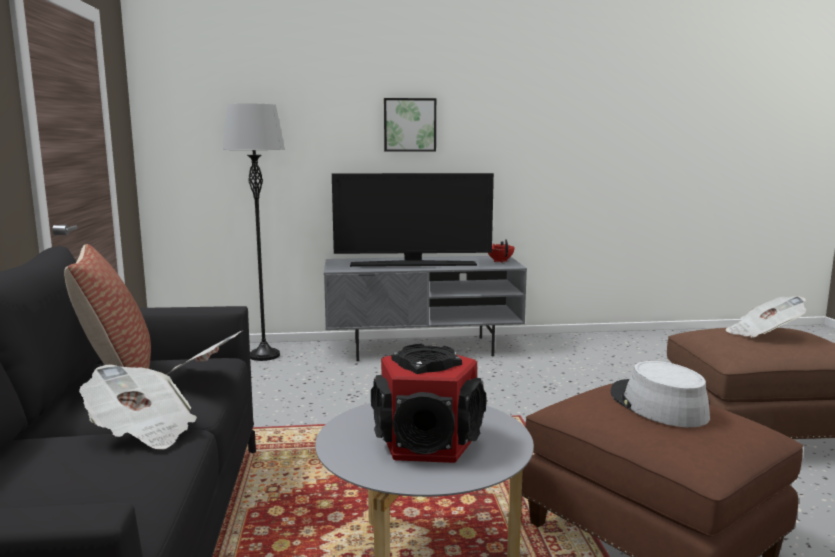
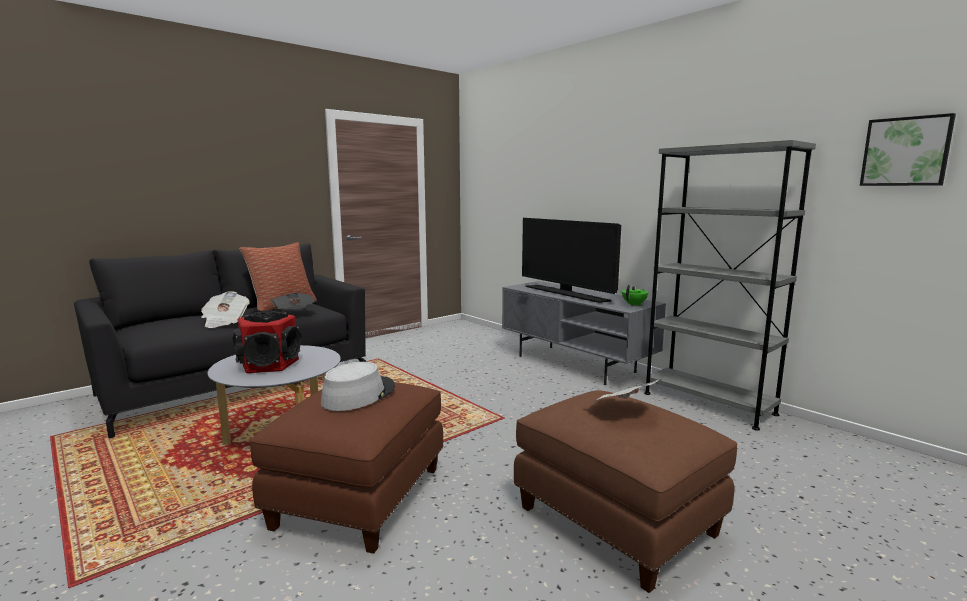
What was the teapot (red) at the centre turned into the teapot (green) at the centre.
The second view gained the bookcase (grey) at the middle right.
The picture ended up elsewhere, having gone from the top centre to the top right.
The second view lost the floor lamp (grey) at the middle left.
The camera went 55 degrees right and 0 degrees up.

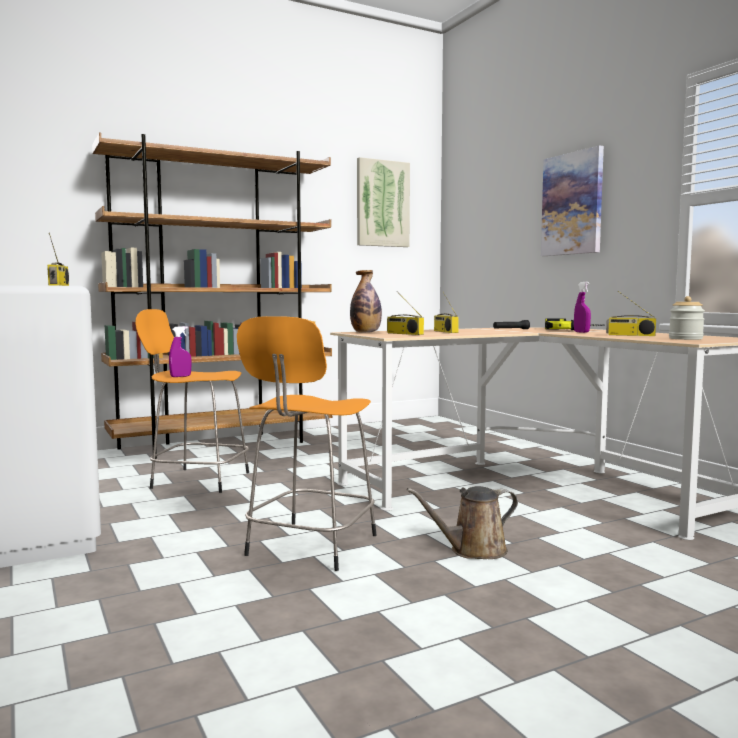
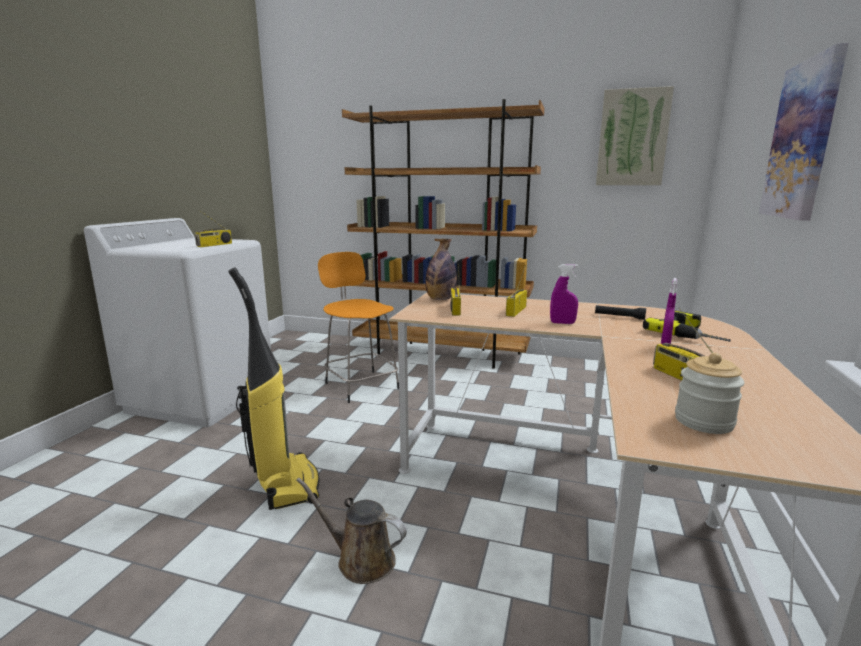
Where the stool (orange) (no. 2 from left) stood at the centre, the vacuum cleaner came to stand at the middle left.
The spray bottle (purple) (no. 1 from left) ended up elsewhere, having gone from the middle left to the centre.
The camera went 45 degrees right and 10 degrees up.

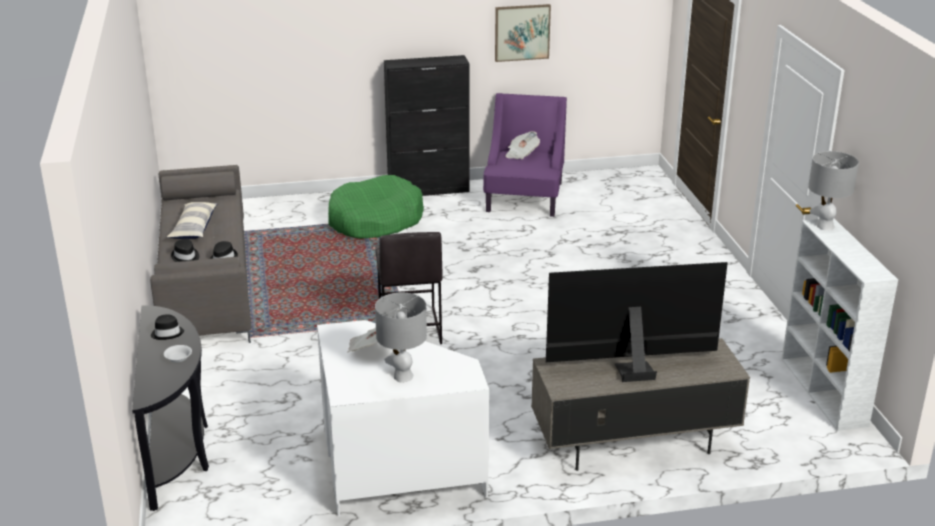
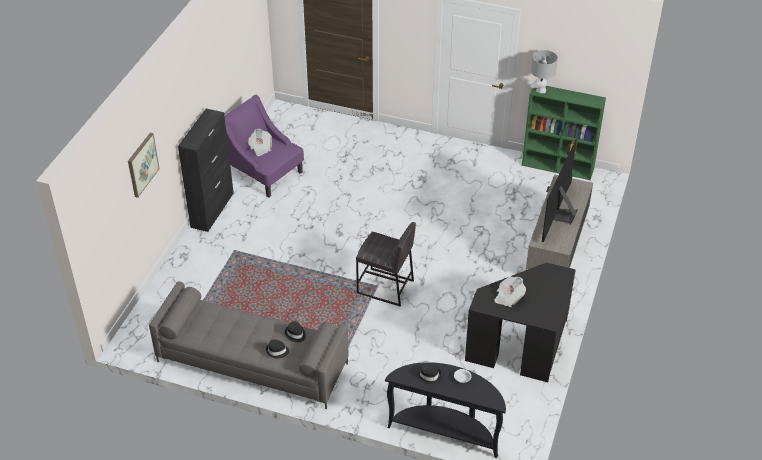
The picture ended up elsewhere, having gone from the top centre to the middle left.
What was the desk (white) at the bottom centre turned into the desk (black) at the bottom right.
What was the bookcase (white) at the middle right turned into the bookcase (green) at the top right.
The second view lost the pillow at the middle left.
The second view lost the dog bed (green) at the centre.
The second view lost the table lamp (grey) (no. 1 from left) at the centre.
The camera went 60 degrees left and 15 degrees up.

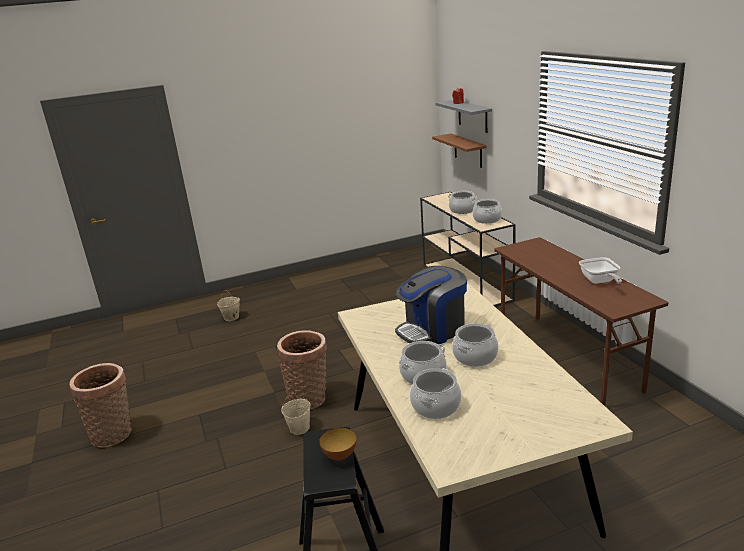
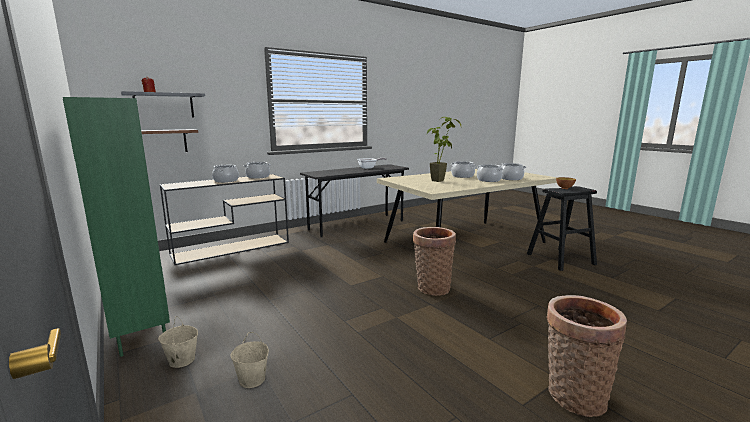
The second view gained the bookcase (green) at the middle left.
The bucket (beige) (no. 2 from left in the first image) ended up elsewhere, having gone from the bottom centre to the bottom left.
What was the desk (brown) at the middle right turned into the desk (grey) at the centre.
Where the coffee machine stood at the centre, the potted plant came to stand at the centre.
The camera went 105 degrees left and 10 degrees down.

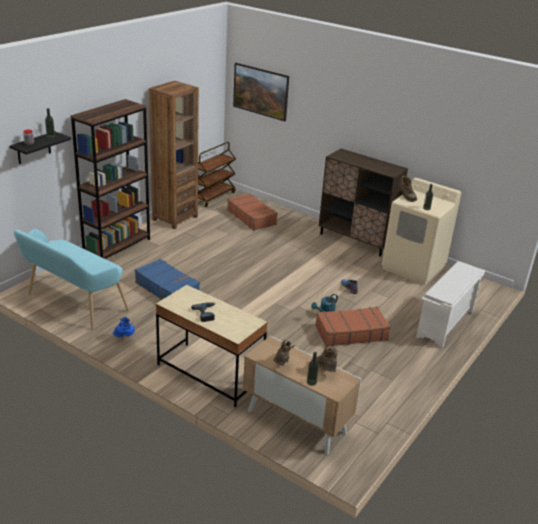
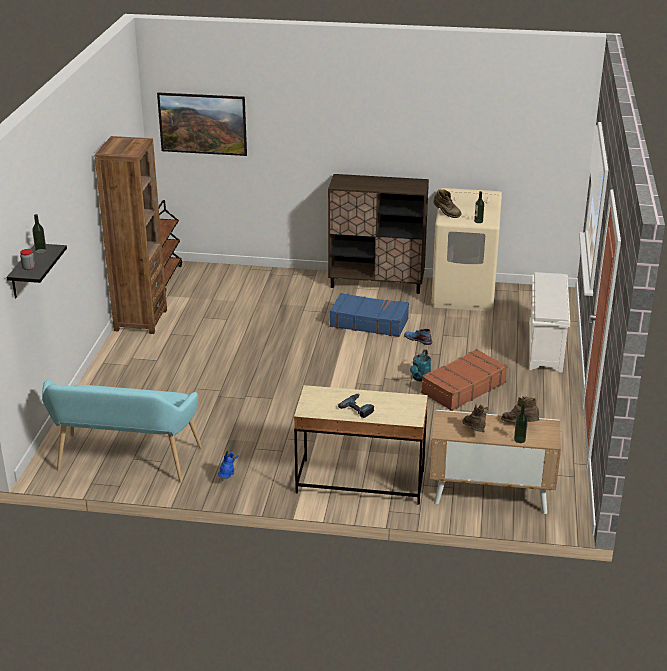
The suitcase (blue) ended up elsewhere, having gone from the middle left to the centre.
The second view lost the bookcase (brown) (no. 1 from left) at the middle left.
The second view lost the suitcase (brown) (no. 1 from left) at the centre.
The camera went 25 degrees left and 0 degrees up.

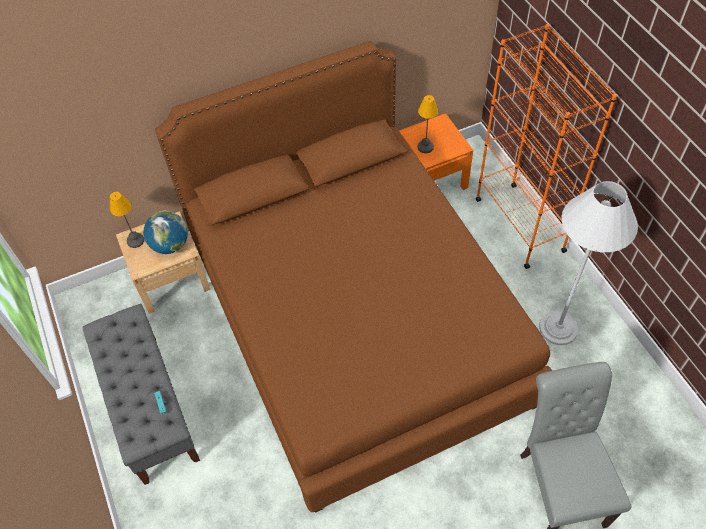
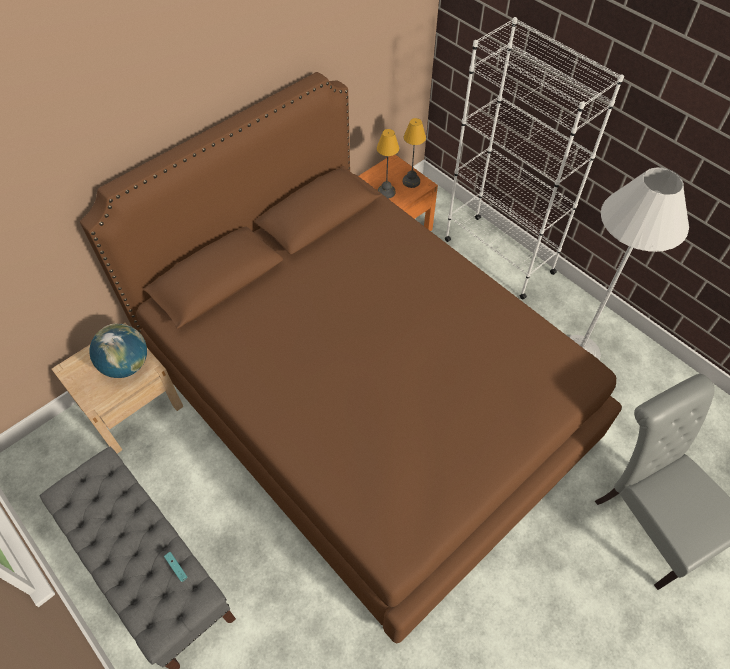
The table lamp (no. 1 from left in the first image) ended up elsewhere, having gone from the middle left to the top centre.
What was the bookcase (orange) at the top right turned into the bookcase (white) at the top right.
The camera went 20 degrees left and 0 degrees up.

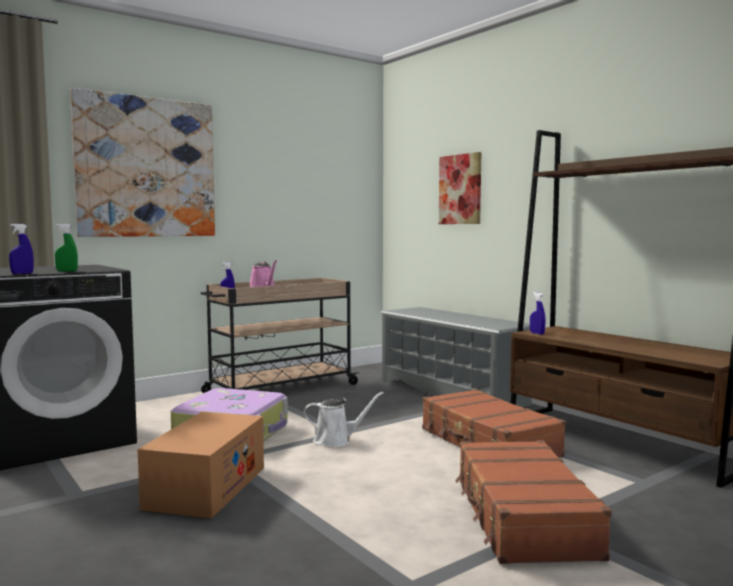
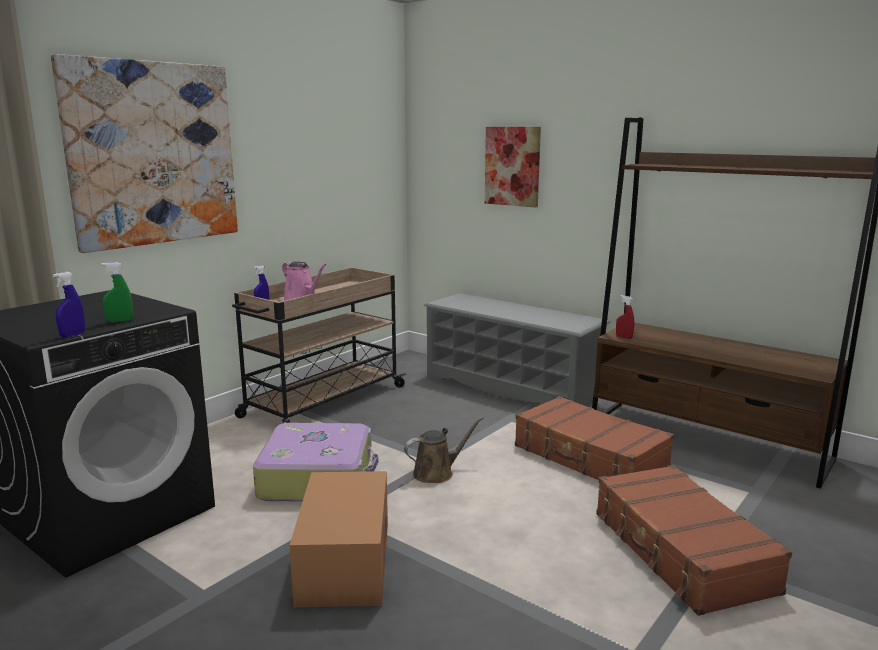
What was the watering can (white) at the bottom centre turned into the watering can (brown) at the bottom centre.
What was the spray bottle (blue) (no. 3 from left) at the middle right turned into the spray bottle (red) at the middle right.
The camera went 15 degrees left and 10 degrees up.

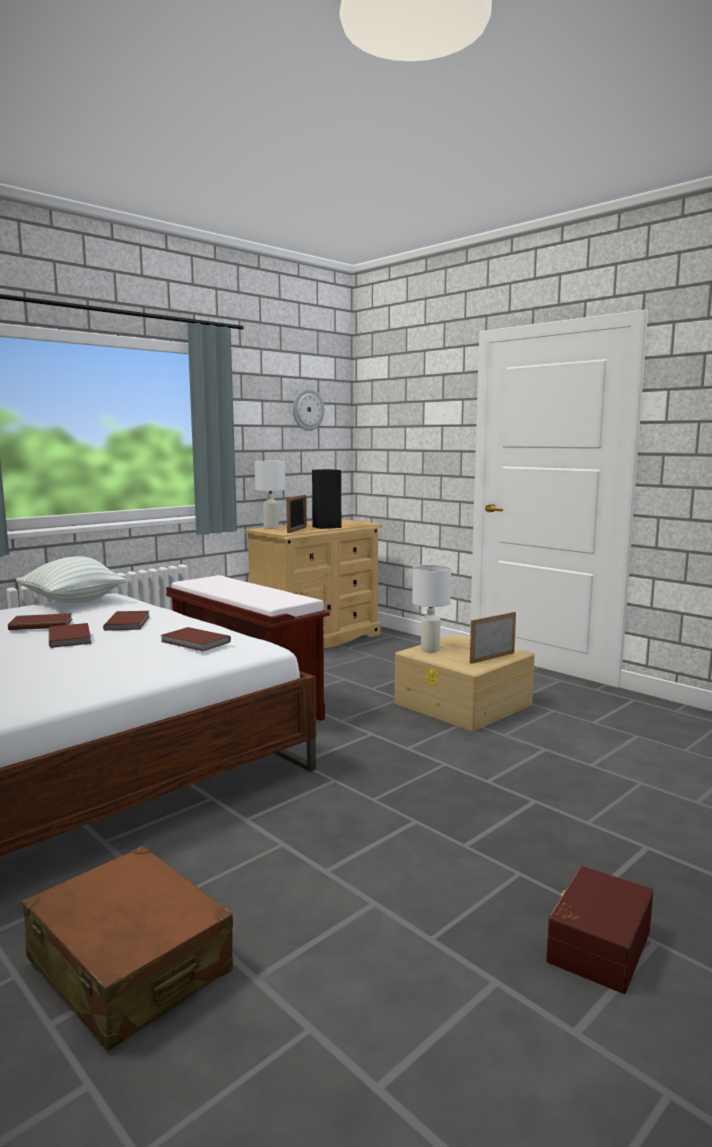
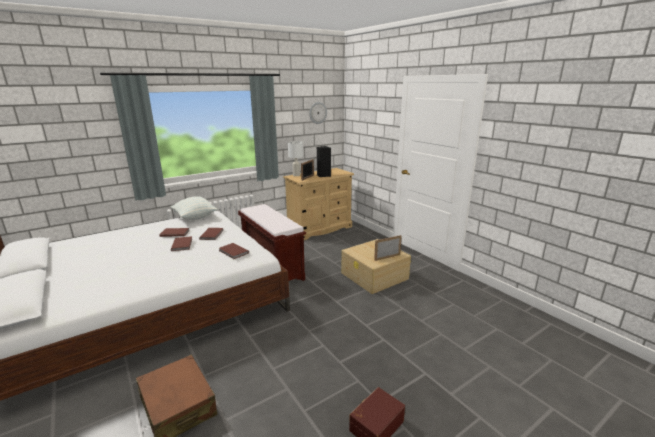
The second view lost the table lamp (white) (no. 2 from left) at the centre.
The camera went 10 degrees right and 10 degrees up.

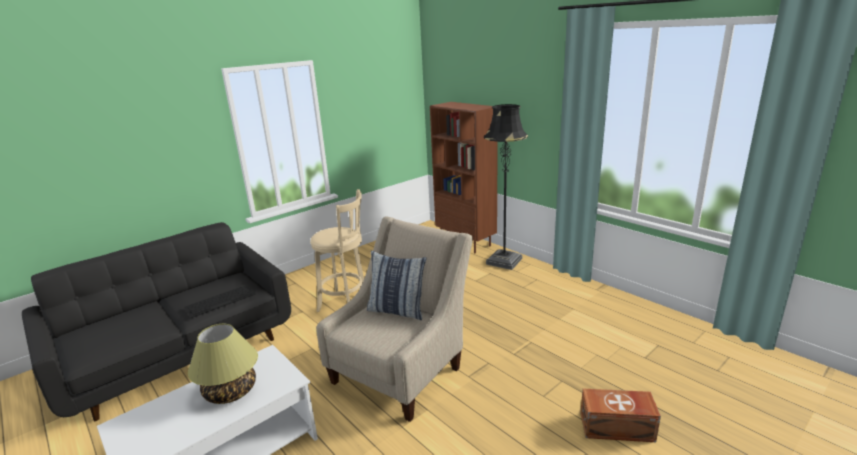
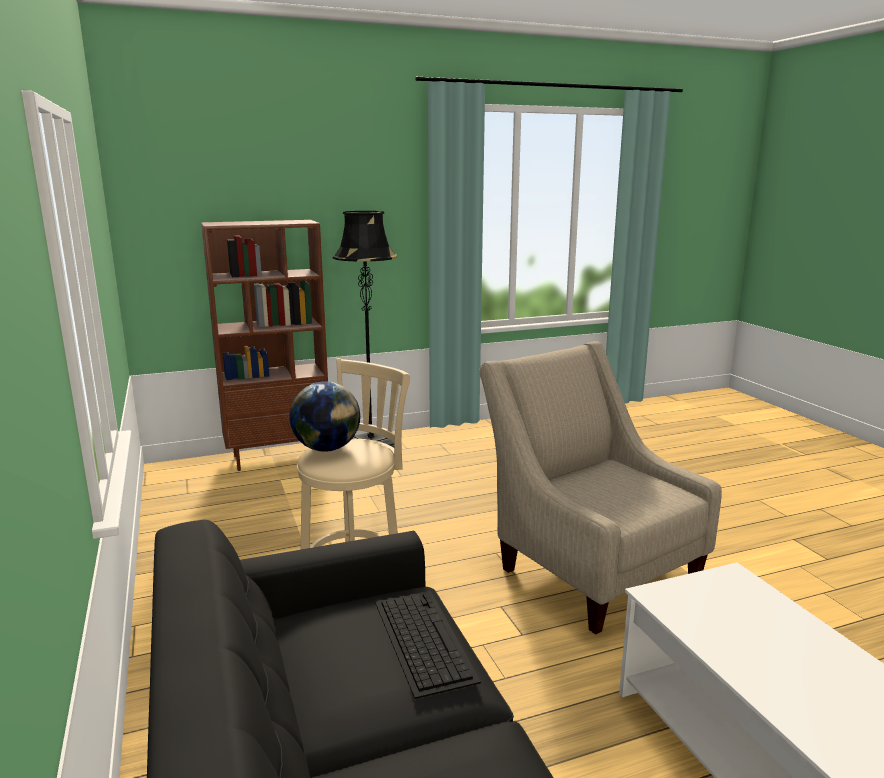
The second view gained the globe at the centre.
The second view lost the table lamp at the bottom left.
The second view lost the pillow at the centre.
The second view lost the storage box (brown) at the bottom right.
The camera went 70 degrees left and 5 degrees down.

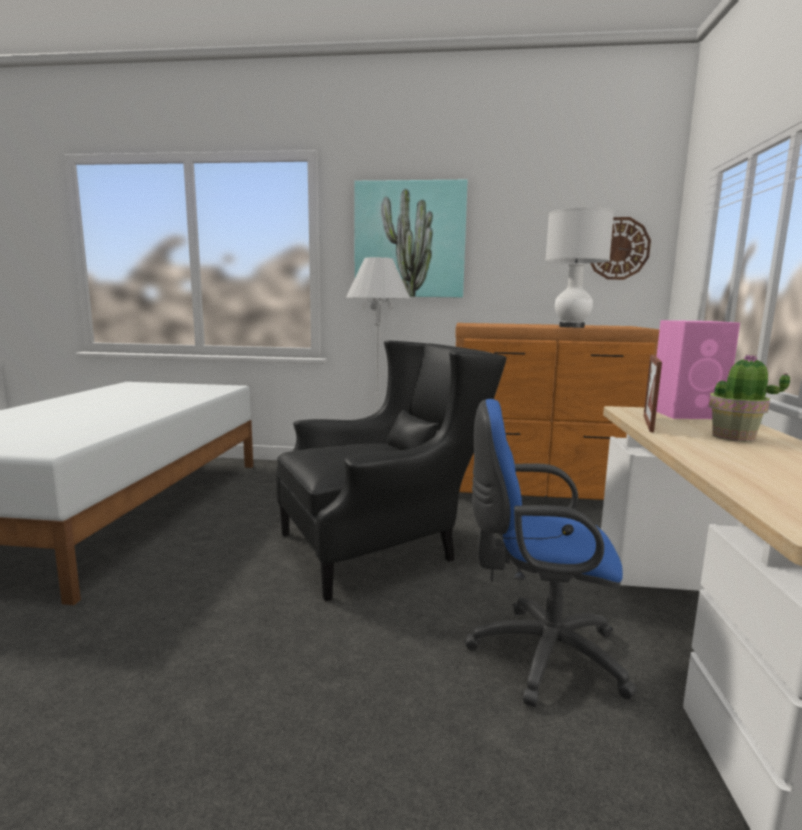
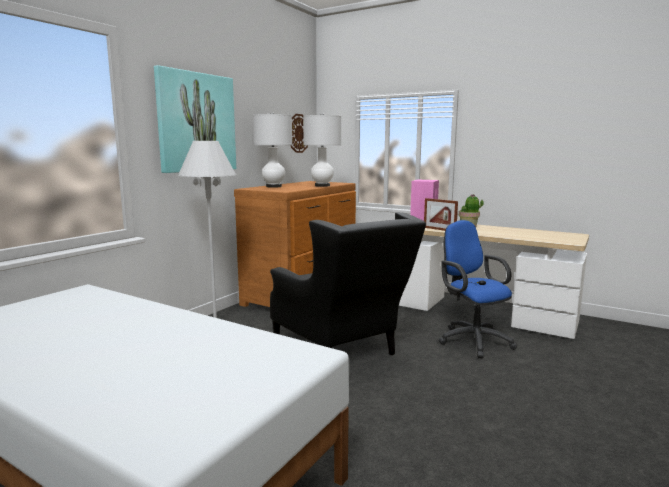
The second view gained the table lamp (white) (no. 1 from left) at the top centre.
The armchair (black) at the centre ended up facing another way, 150 degrees clockwise from before.
The office chair (blue) at the middle right ended up facing another way, 120 degrees clockwise from before.
The camera went 65 degrees left and 0 degrees up.

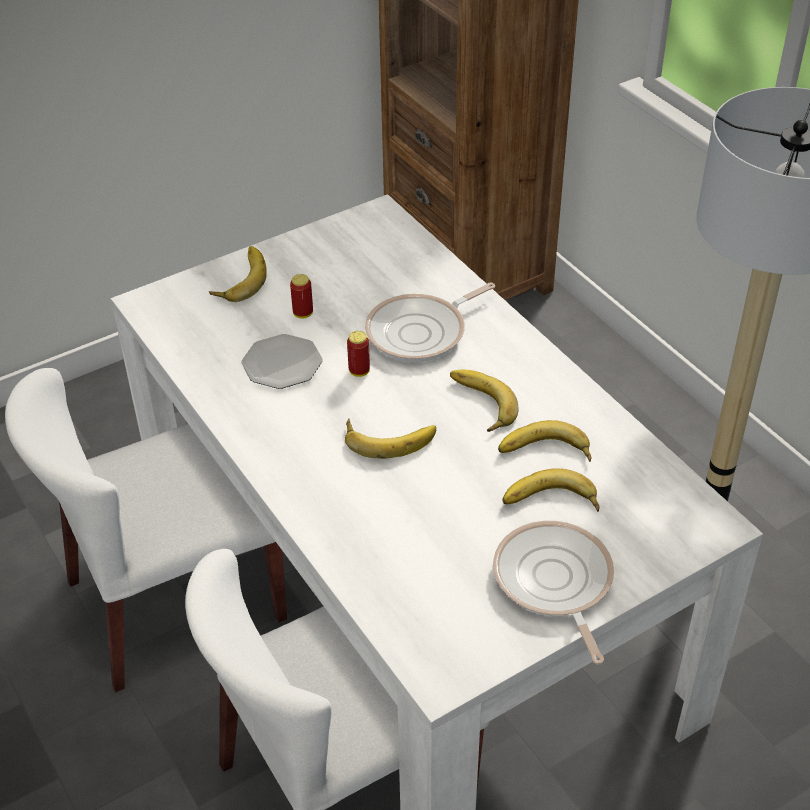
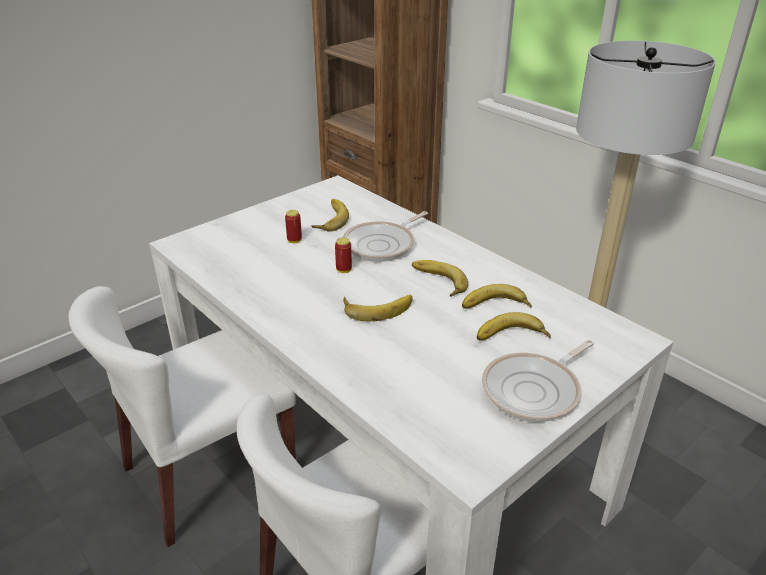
The banana (no. 1 from left) ended up elsewhere, having gone from the middle left to the centre.
The frying pan (no. 2 from left) at the bottom right ended up facing another way, 105 degrees counterclockwise from before.
The second view lost the plate at the centre.
The camera went 10 degrees left and 10 degrees down.

